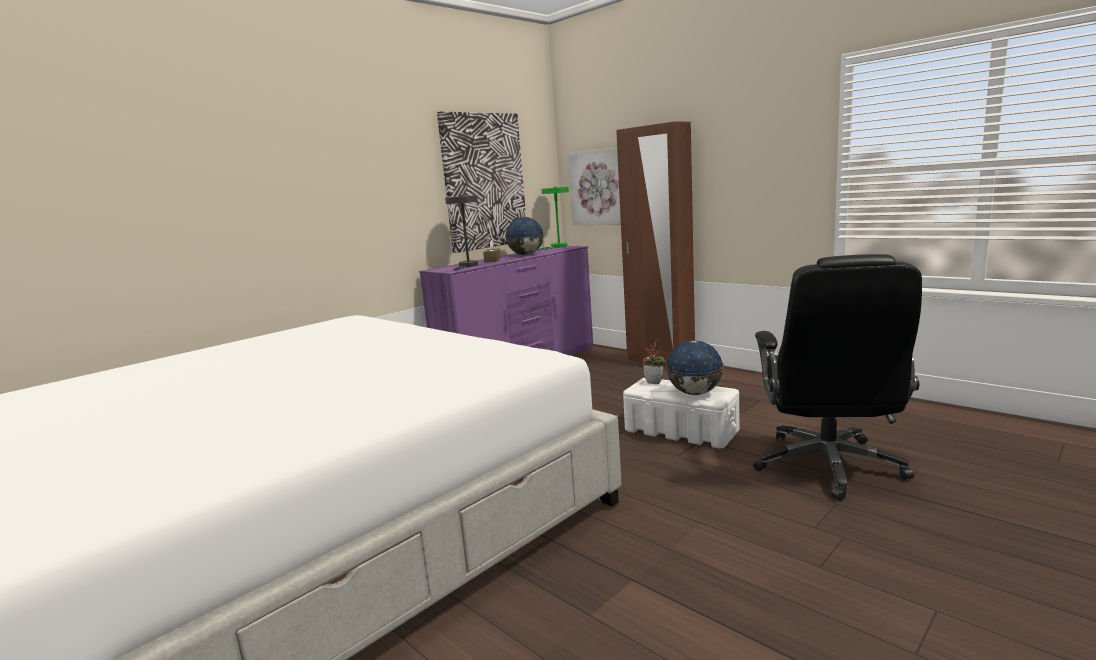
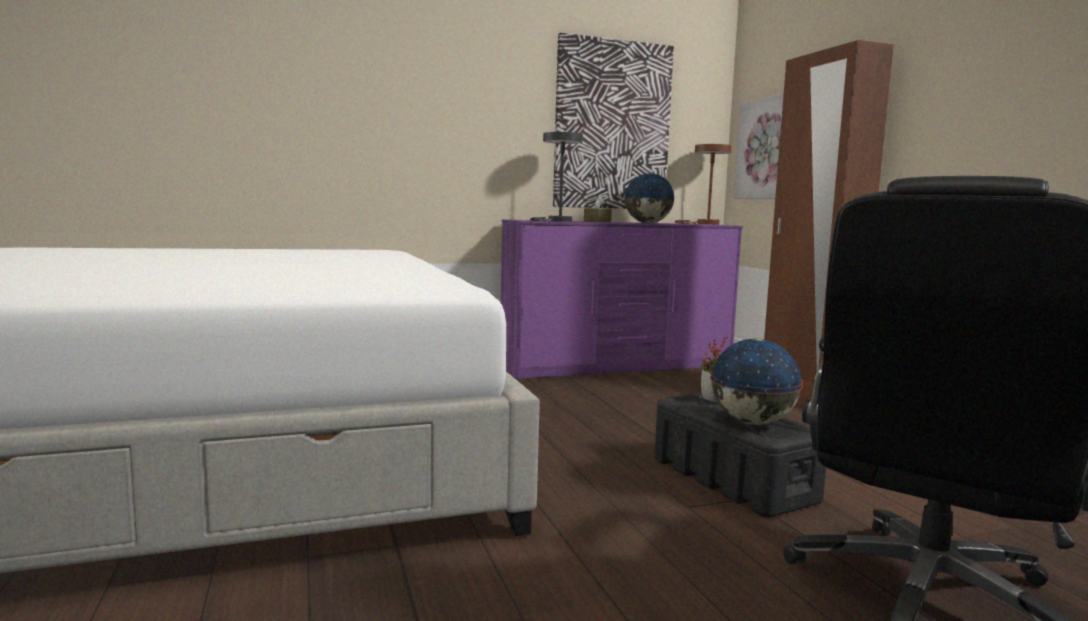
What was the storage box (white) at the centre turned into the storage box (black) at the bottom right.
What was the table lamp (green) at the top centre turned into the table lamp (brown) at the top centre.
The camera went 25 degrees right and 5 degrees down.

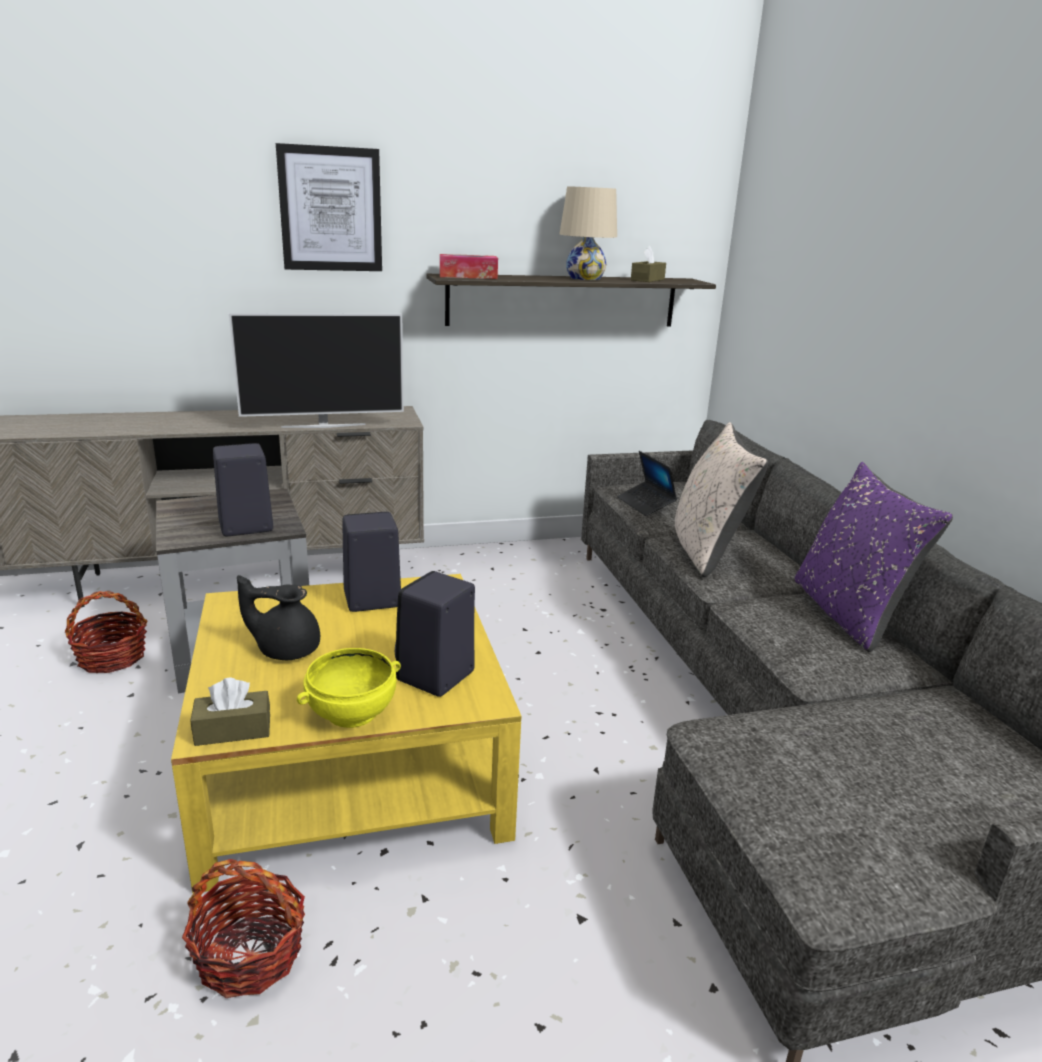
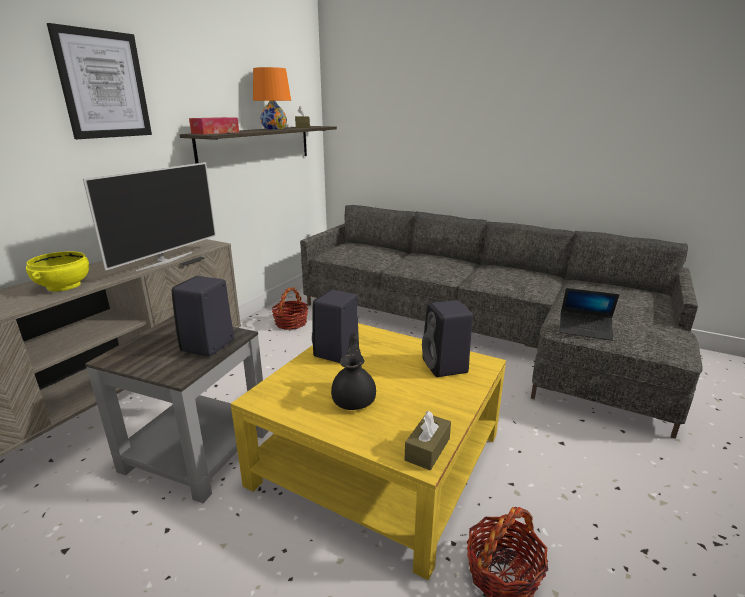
The bowl (yellow) ended up elsewhere, having gone from the centre to the middle left.
What was the table lamp (beige) at the top centre turned into the table lamp (orange) at the top centre.
The basket (no. 1 from left) ended up elsewhere, having gone from the middle left to the centre.
The teapot (black) at the middle left ended up facing another way, 135 degrees clockwise from before.
The laptop ended up elsewhere, having gone from the centre to the middle right.
The second view lost the pillow (beige) at the middle right.
The second view lost the pillow (purple) at the middle right.
The camera went 45 degrees left and 0 degrees up.

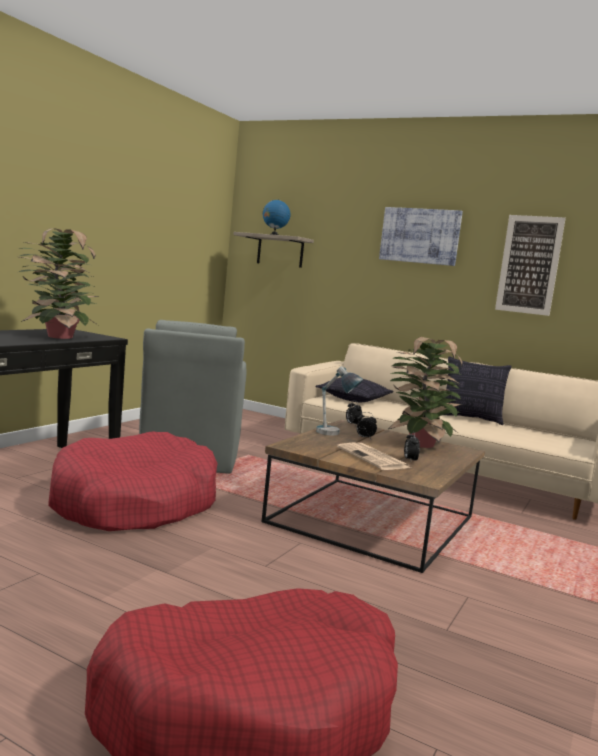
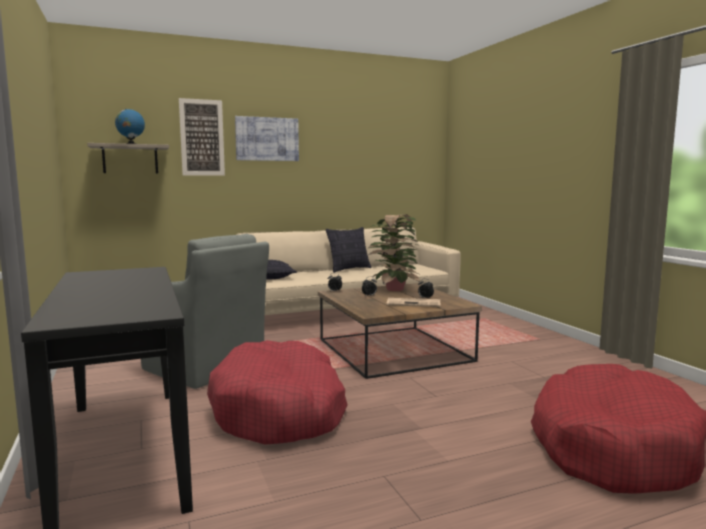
The picture (no. 2 from left in the first image) ended up elsewhere, having gone from the middle right to the top left.
The second view lost the potted plant (no. 1 from left) at the middle left.
The second view lost the table lamp at the centre.
The camera went 50 degrees left and 0 degrees up.

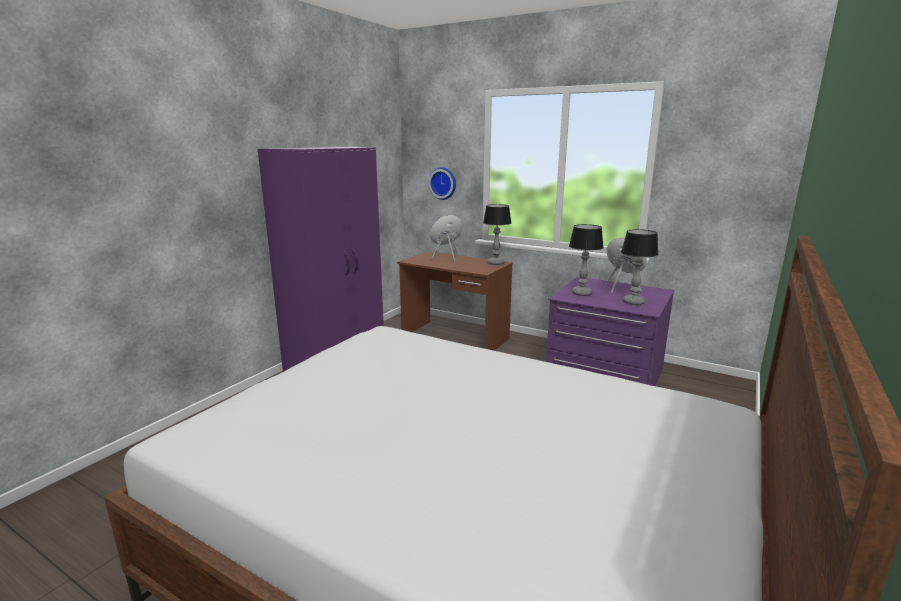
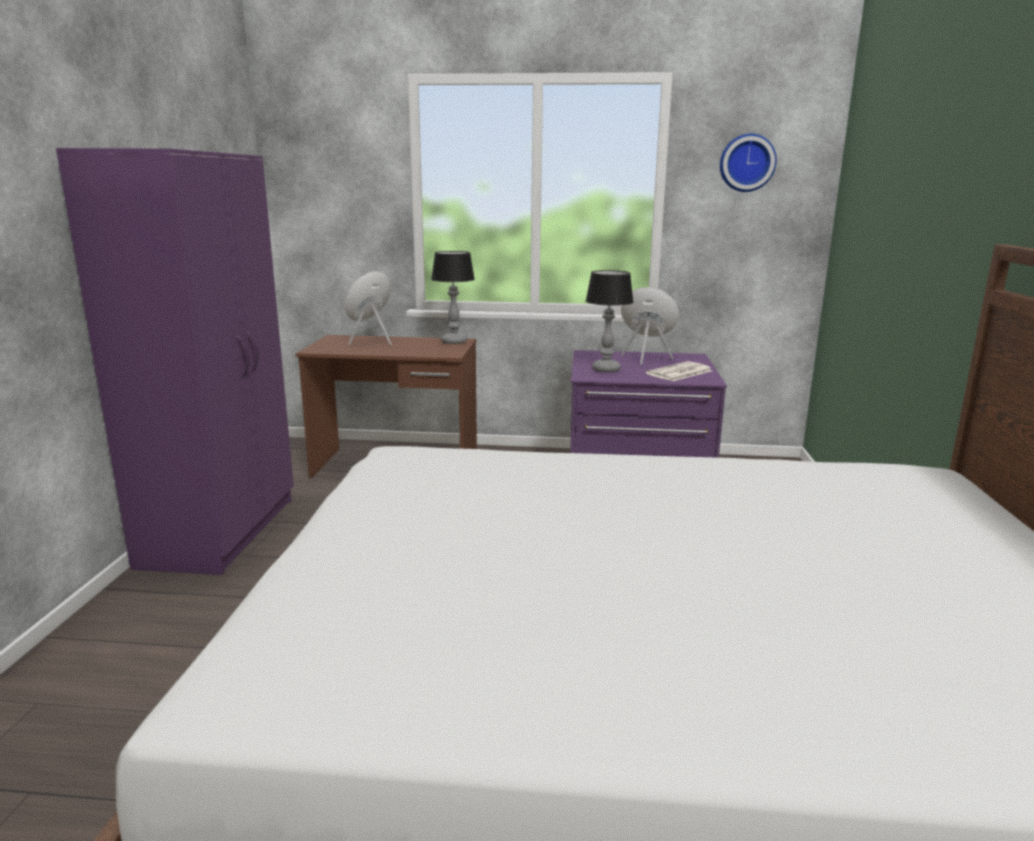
Where the table lamp (no. 3 from left) stood at the middle right, the newspaper came to stand at the centre.
The wall clock ended up elsewhere, having gone from the top centre to the top right.
The camera went 25 degrees left and 0 degrees up.

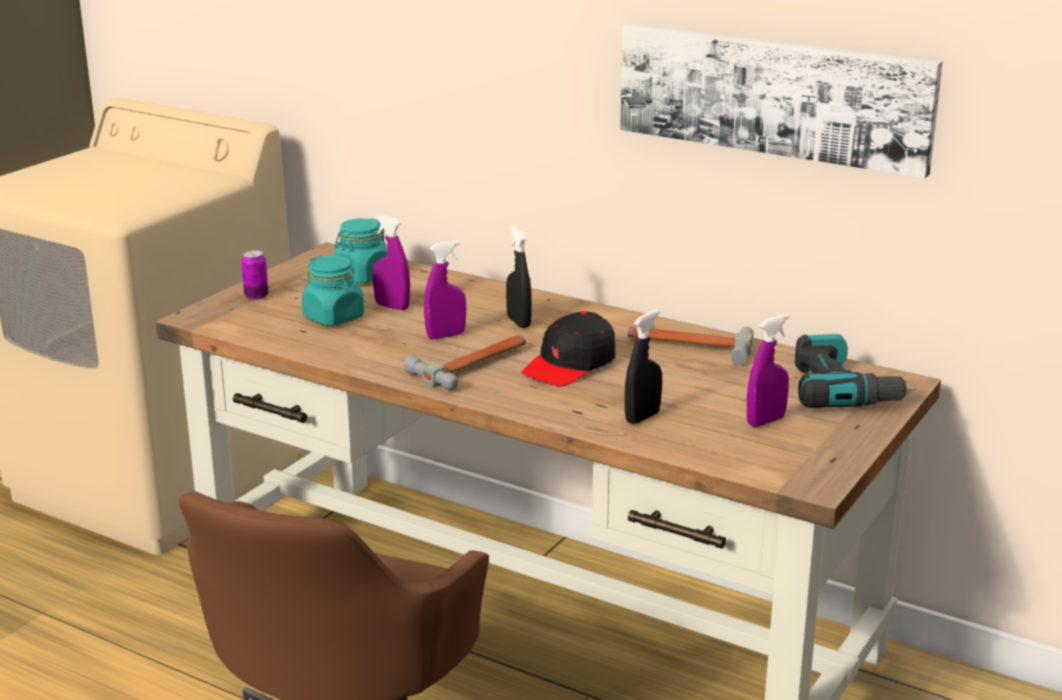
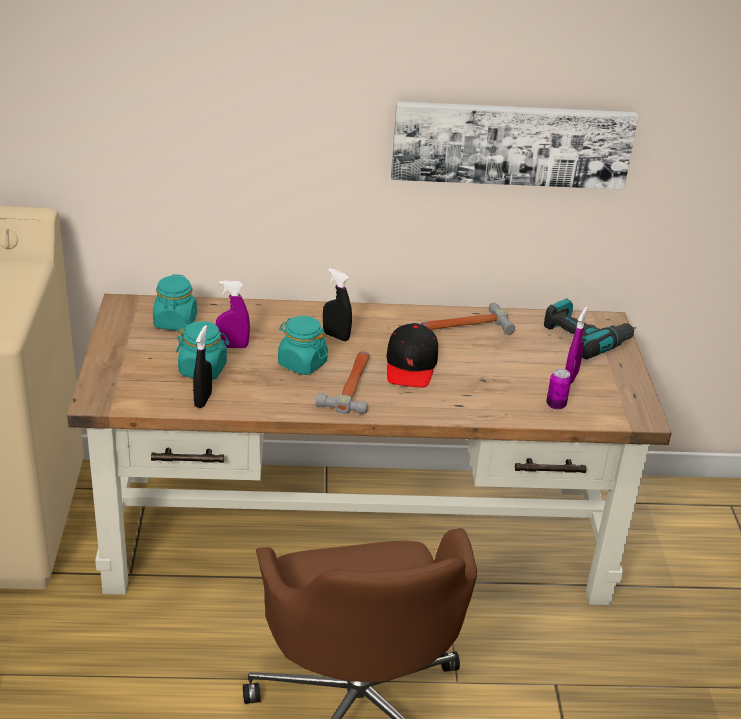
The spray bottle (black) (no. 2 from left in the first image) ended up elsewhere, having gone from the centre to the middle left.
Where the spray bottle (purple) (no. 2 from left) stood at the centre, the jar (turquoise) (no. 3 from left) came to stand at the centre.
The can ended up elsewhere, having gone from the middle left to the middle right.
The camera went 35 degrees left and 10 degrees up.

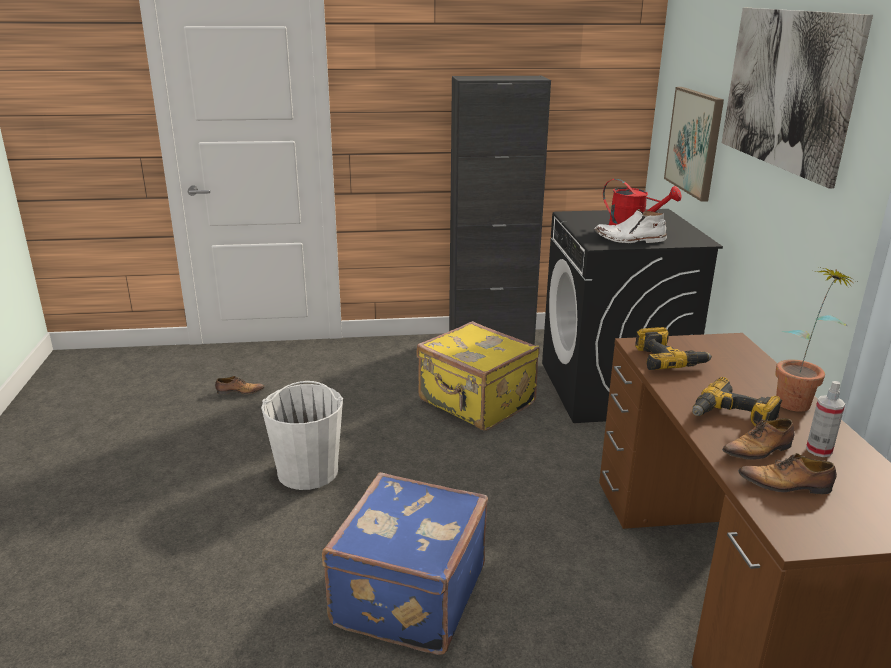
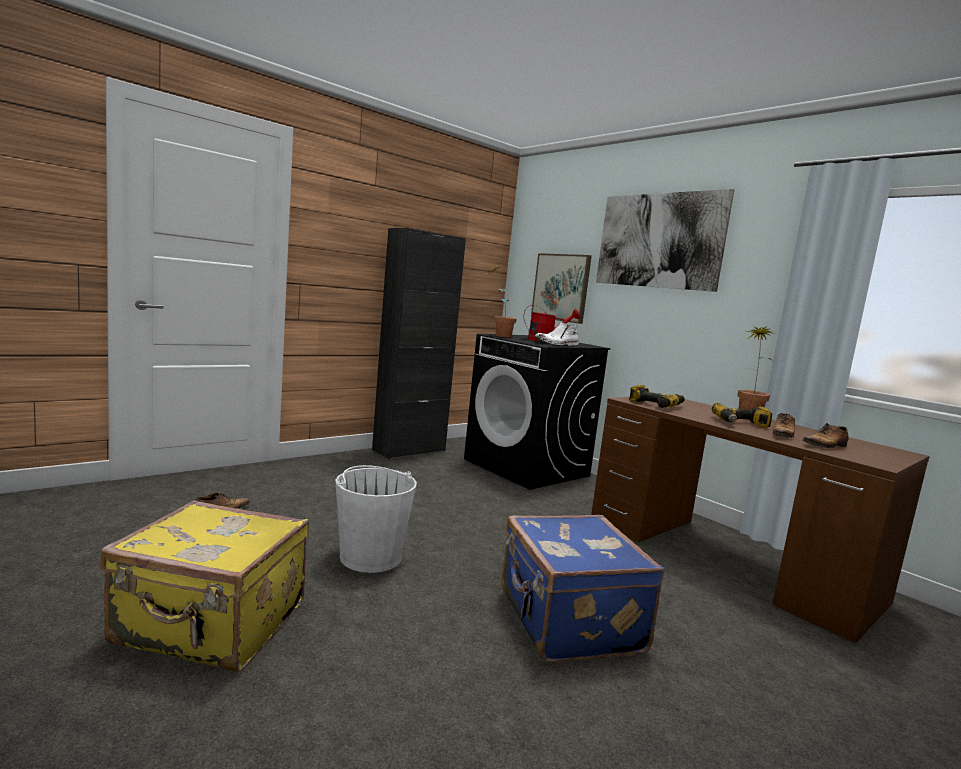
The suitcase (yellow) ended up elsewhere, having gone from the centre to the bottom left.
The second view gained the potted plant (no. 1 from left) at the centre.
The second view lost the spray bottle at the middle right.
The camera went 35 degrees left and 15 degrees down.

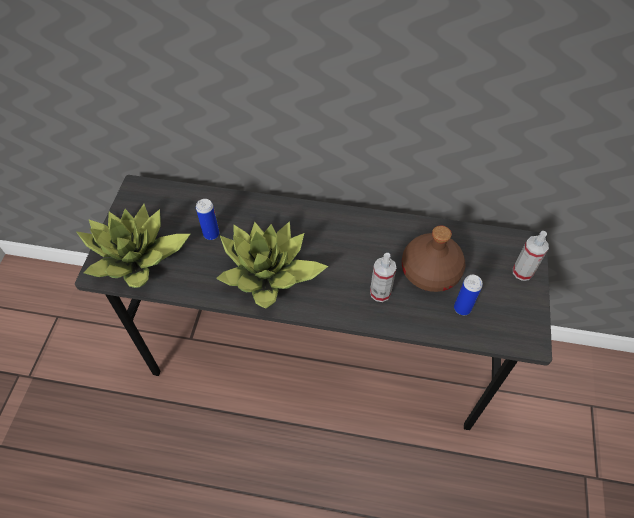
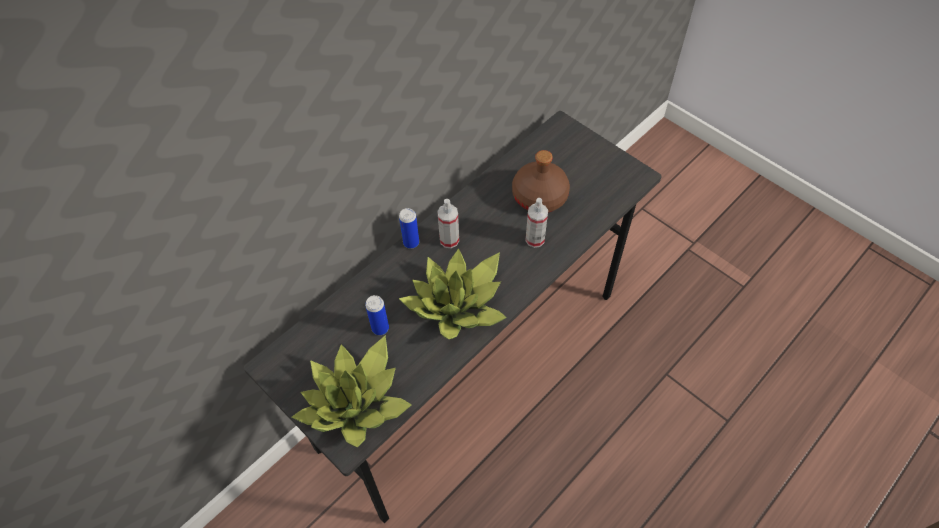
The can (no. 2 from left) ended up elsewhere, having gone from the middle right to the centre.
The spray bottle (no. 2 from left in the first image) ended up elsewhere, having gone from the middle right to the centre.
The camera went 55 degrees left and 0 degrees up.

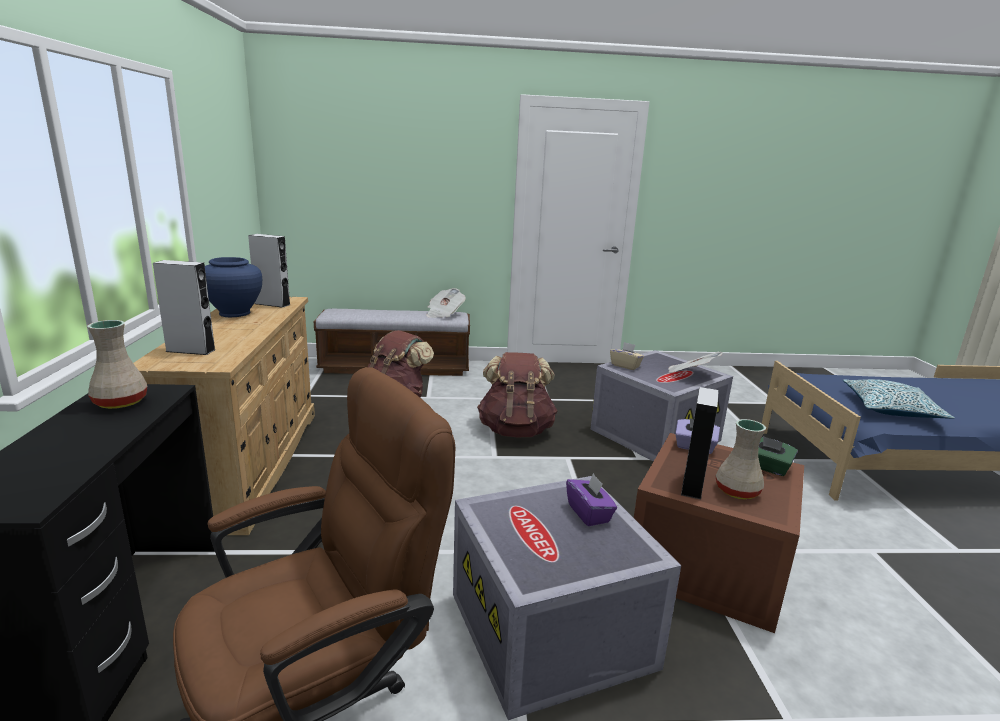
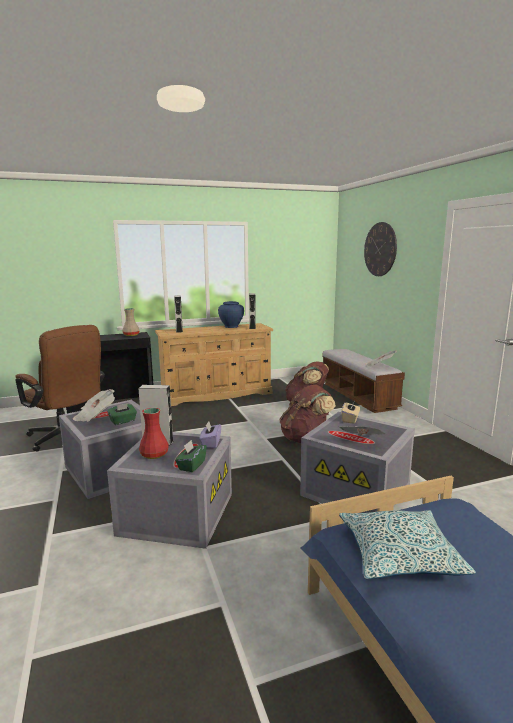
The second view gained the newspaper (no. 1 from left) at the middle left.
What was the tissue box (purple) (no. 1 from left) at the bottom centre turned into the tissue box (green) (no. 1 from left) at the middle left.
What was the storage box (brown) at the bottom right turned into the storage box (grey) (no. 2 from left) at the bottom left.
What was the vase (beige) (no. 2 from left) at the middle right turned into the vase (red) at the middle left.
The second view gained the wall clock at the middle right.
The camera went 75 degrees right and 5 degrees down.

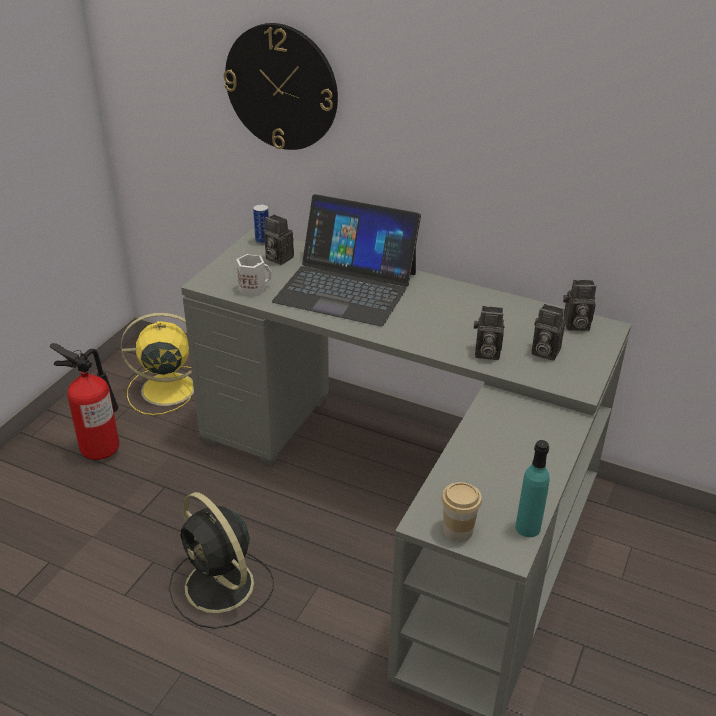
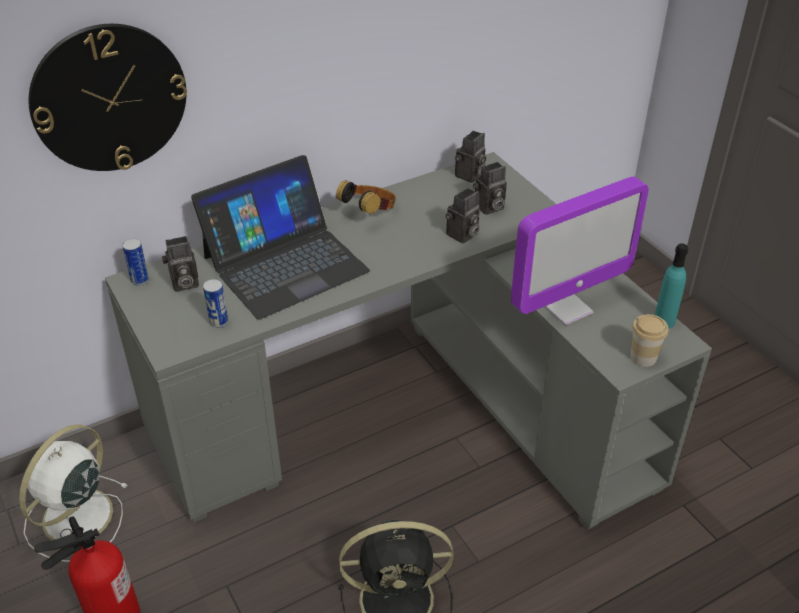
What was the fan (yellow) at the middle left turned into the fan (white) at the bottom left.
Where the mug (white) stood at the centre, the can (no. 2 from left) came to stand at the middle left.
The second view gained the headphones at the top centre.
The second view gained the monitor at the middle right.
The camera went 55 degrees left and 5 degrees up.

